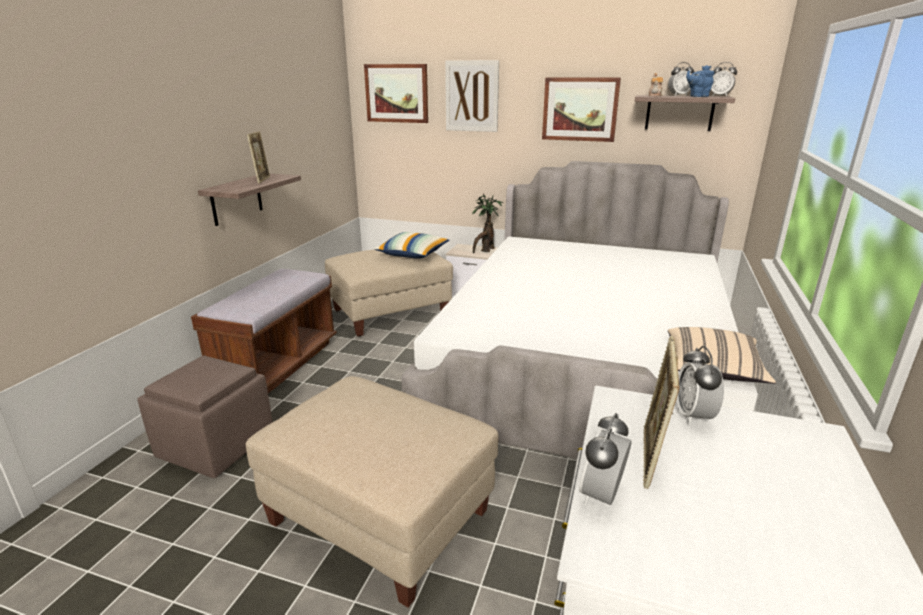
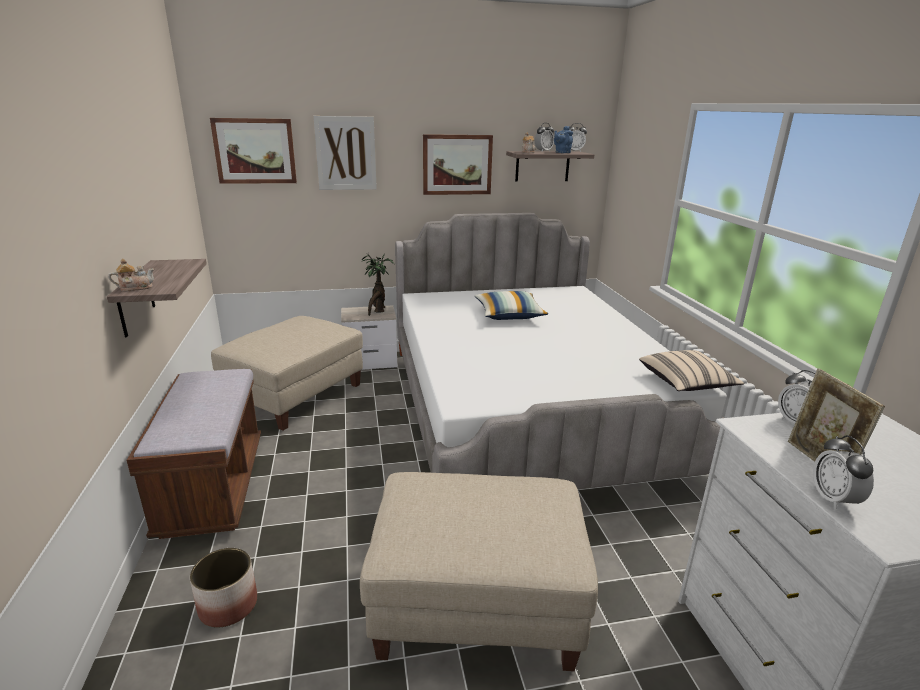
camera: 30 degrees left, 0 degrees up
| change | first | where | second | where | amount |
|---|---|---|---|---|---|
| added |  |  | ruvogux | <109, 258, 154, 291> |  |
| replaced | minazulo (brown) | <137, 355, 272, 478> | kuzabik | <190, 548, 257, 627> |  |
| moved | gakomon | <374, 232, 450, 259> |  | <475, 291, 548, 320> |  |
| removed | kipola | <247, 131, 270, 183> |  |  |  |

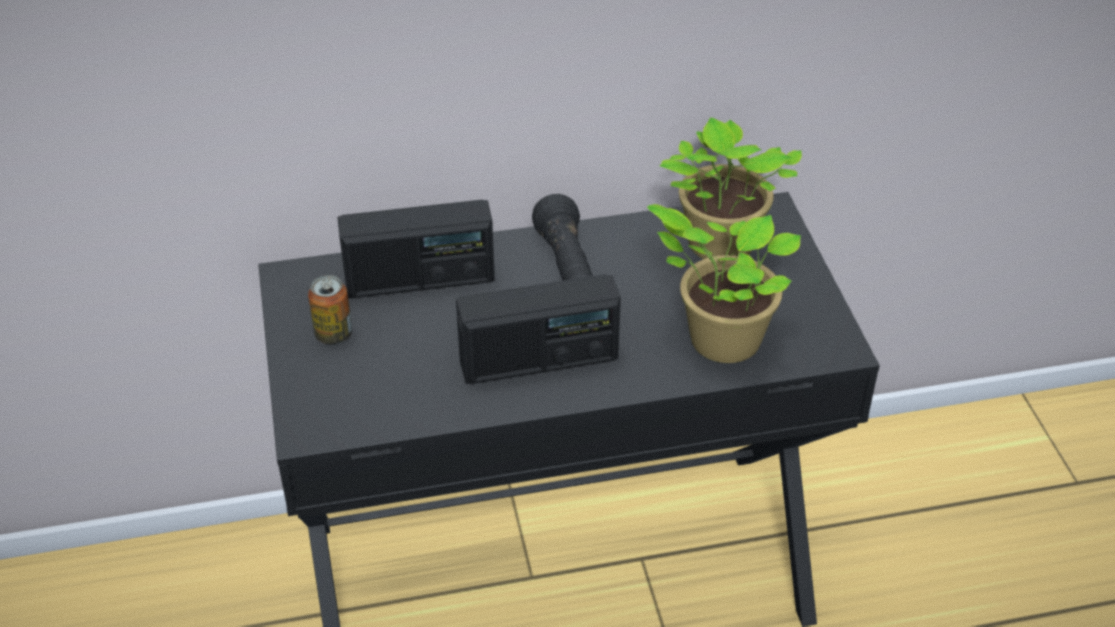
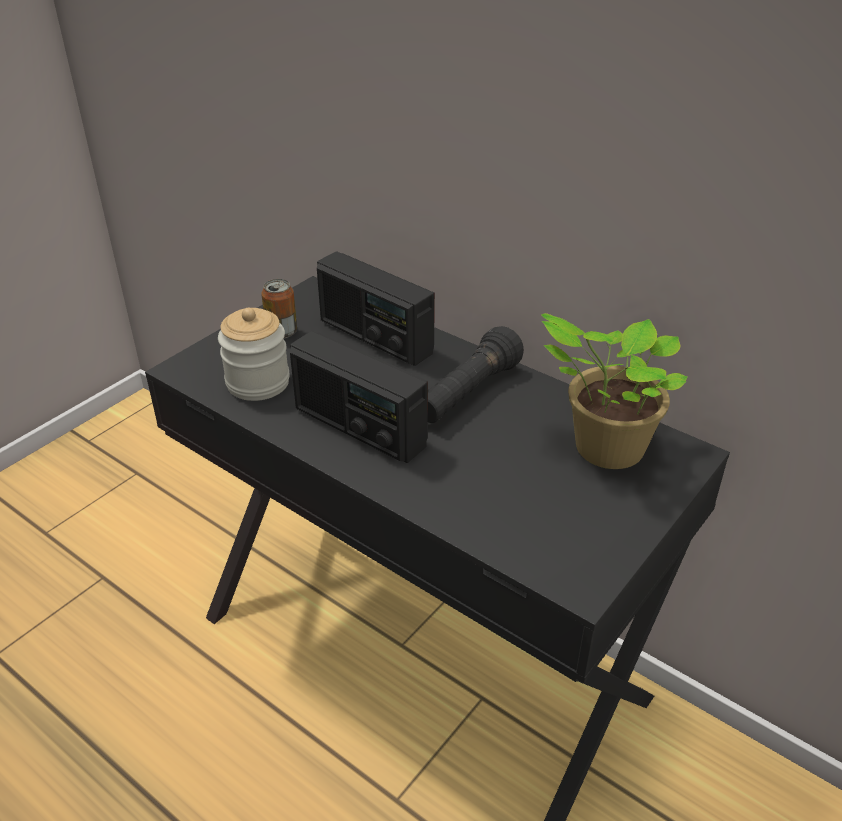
camera: 50 degrees right, 5 degrees down
| change | first | where | second | where | amount |
|---|---|---|---|---|---|
| added |  |  | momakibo | <218, 308, 290, 401> |  |
| removed | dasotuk | <647, 204, 801, 363> |  |  |  |

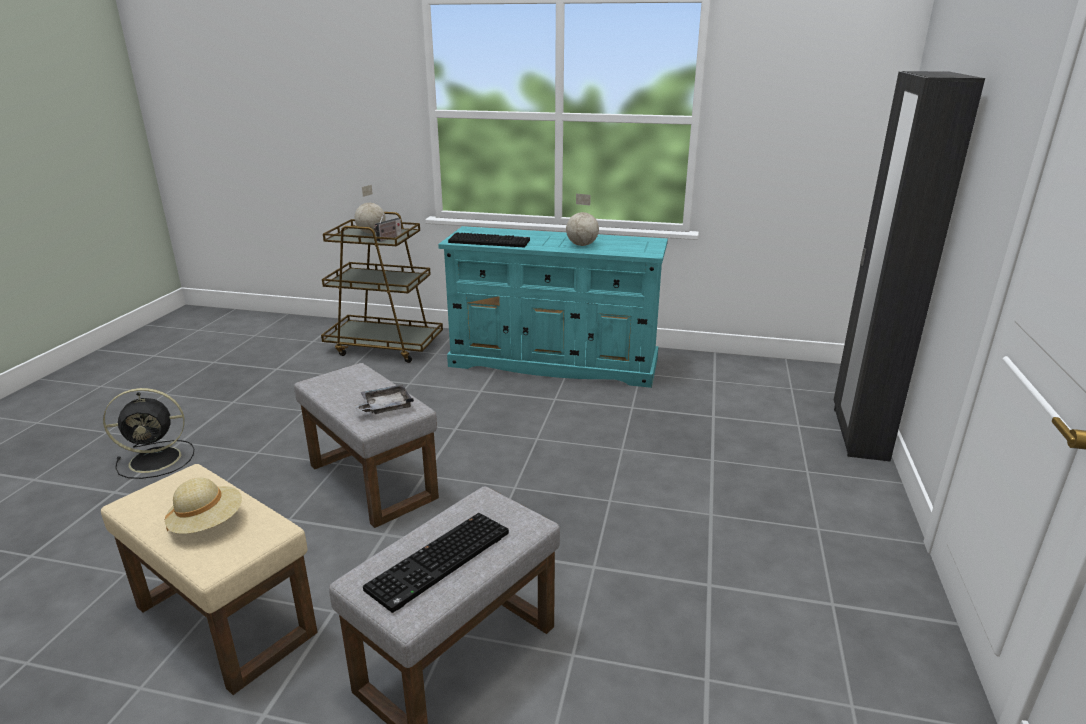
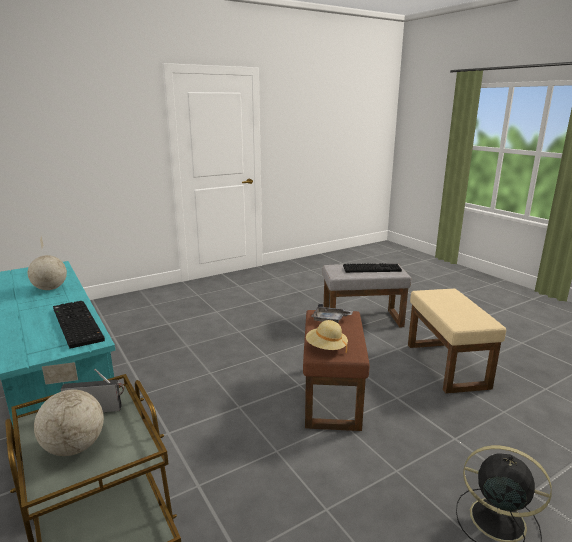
camera: 135 degrees left, 5 degrees down
| change | first | where | second | where | amount |
|---|---|---|---|---|---|
| recoloured | minazulo (grey) | <294, 363, 439, 528> | minazulo (brown) | <303, 310, 370, 431> |  |
| moved | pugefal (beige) | <165, 478, 242, 534> |  | <306, 320, 348, 353> |  |
| removed | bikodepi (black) | <834, 71, 985, 462> |  |  |  |

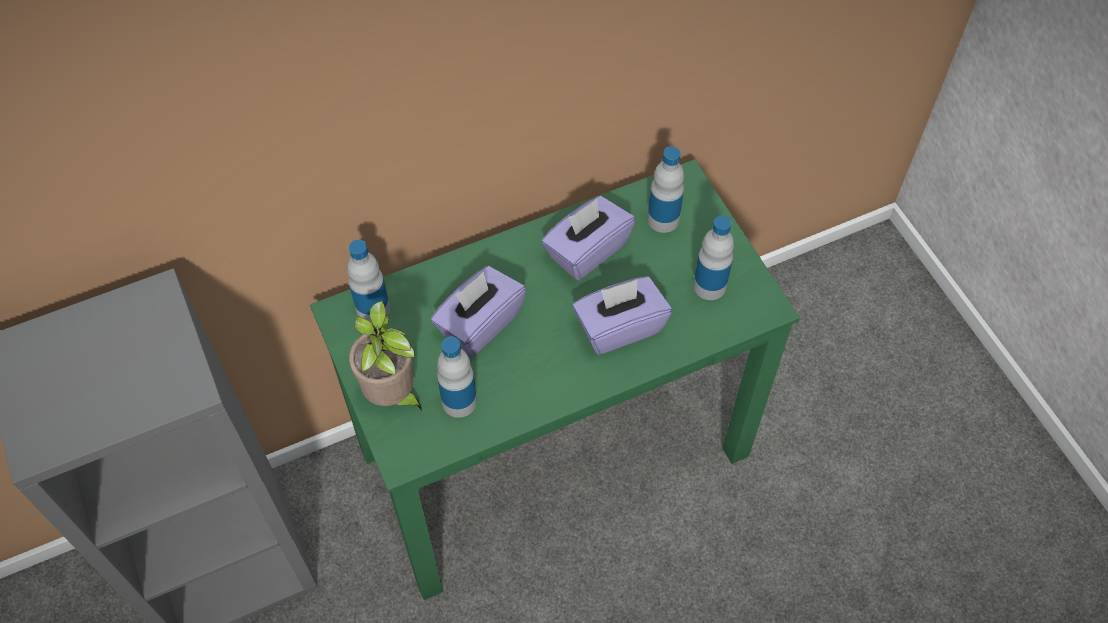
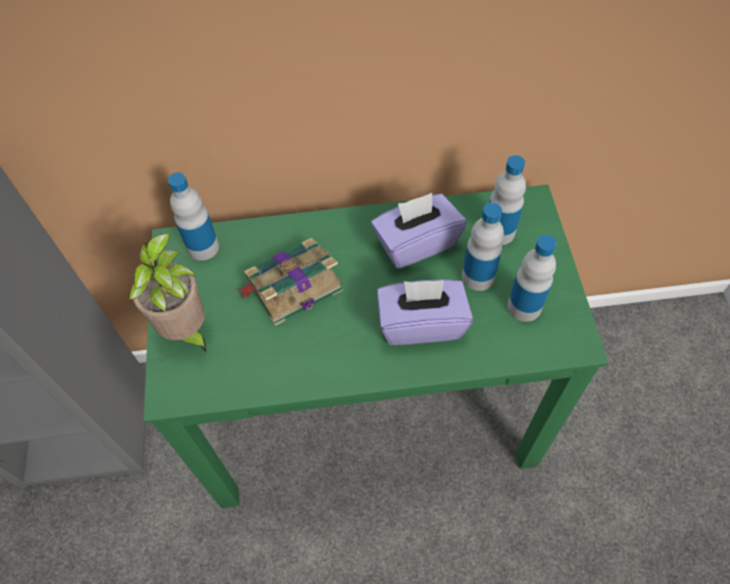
camera: 20 degrees right, 0 degrees up
| change | first | where | second | where | amount |
|---|---|---|---|---|---|
| replaced | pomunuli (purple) | <431, 266, 526, 357> | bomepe | <237, 238, 343, 326> |  |
| moved | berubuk | <437, 337, 477, 418> |  | <462, 203, 504, 291> |  |

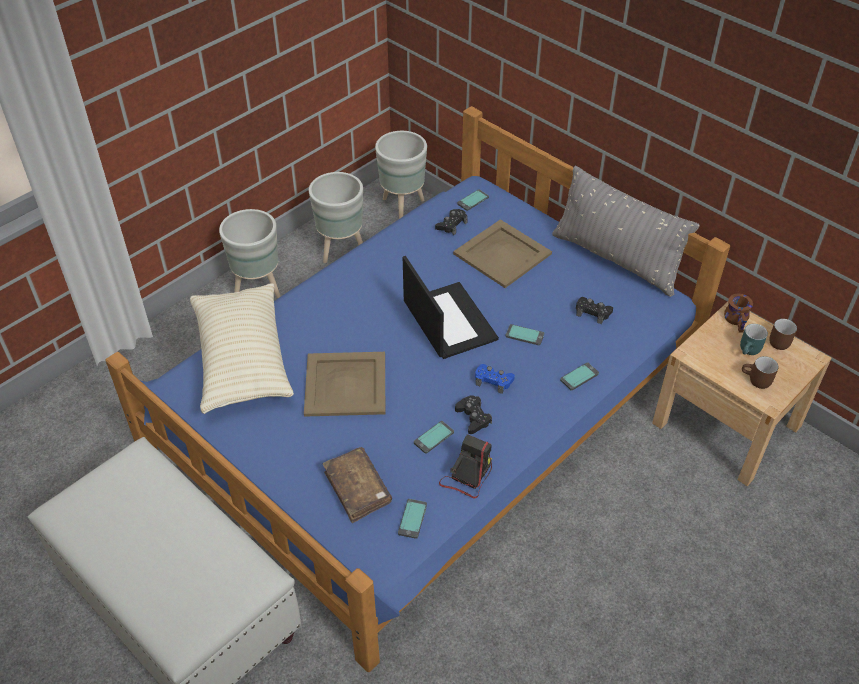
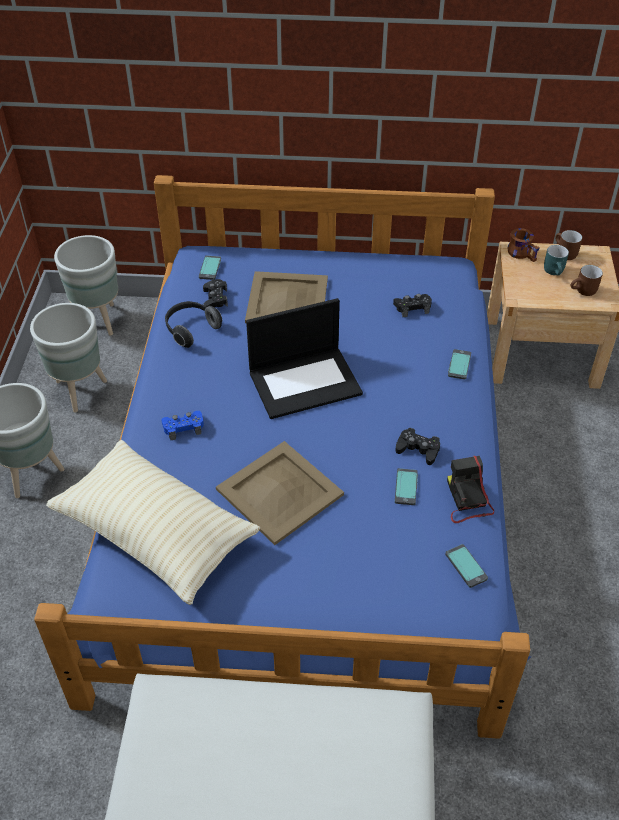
camera: 40 degrees left, 0 degrees up
| change | first | where | second | where | amount |
|---|---|---|---|---|---|
| moved | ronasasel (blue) | <475, 364, 515, 394> |  | <161, 411, 204, 440> |  |
| added |  |  | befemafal | <165, 301, 222, 348> |  |
| turned | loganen | <403, 256, 499, 359> |  | <246, 298, 363, 419> | 135 degrees clockwise |
| removed | bomepe (brown) | <323, 447, 392, 523> |  |  |  |
| removed | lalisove | <506, 324, 544, 345> |  |  |  |
| removed | gakomon (grey) | <552, 166, 700, 297> |  |  |  |

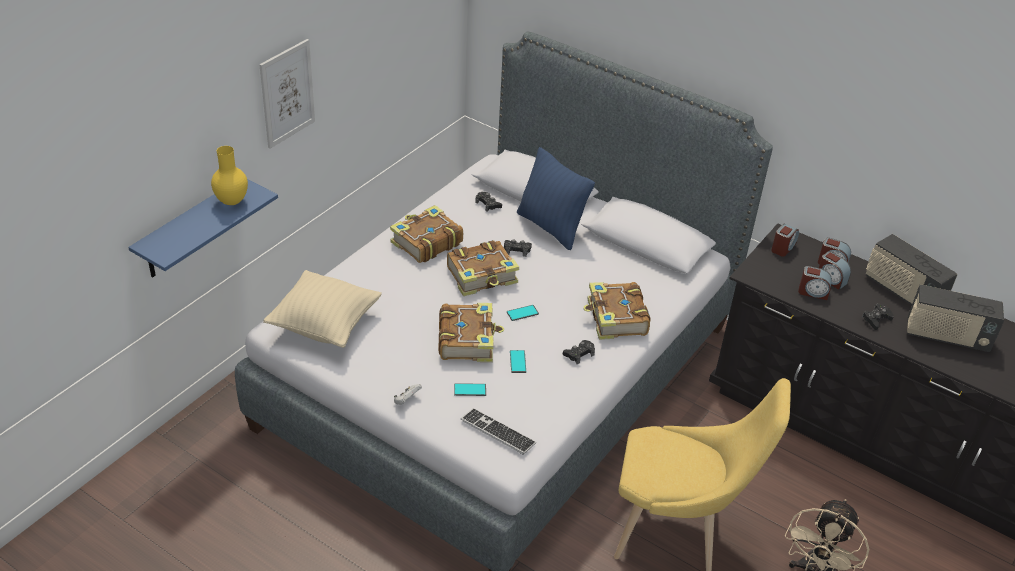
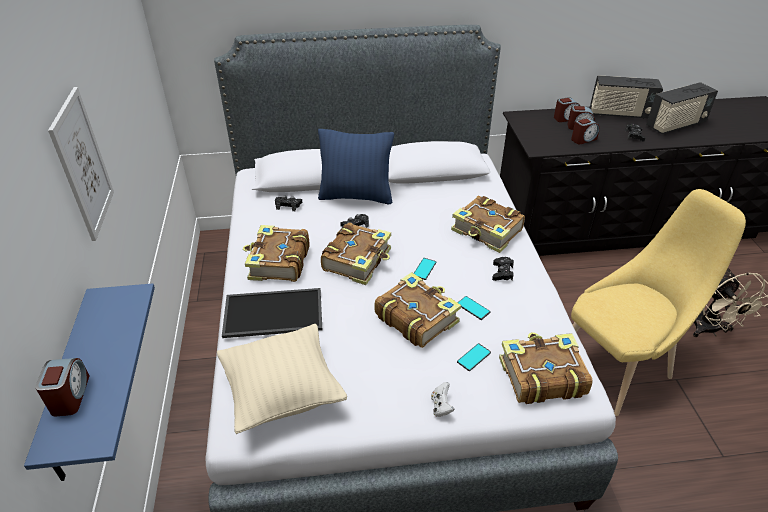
camera: 40 degrees left, 0 degrees up
| change | first | where | second | where | amount |
|---|---|---|---|---|---|
| moved | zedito | <771, 224, 799, 257> |  | <35, 358, 89, 416> |  |
| added |  |  | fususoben | <222, 288, 322, 338> |  |
| replaced | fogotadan | <461, 408, 536, 454> | bomepe | <499, 332, 593, 404> |  |
| removed | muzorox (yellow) | <211, 146, 248, 205> |  |  |  |

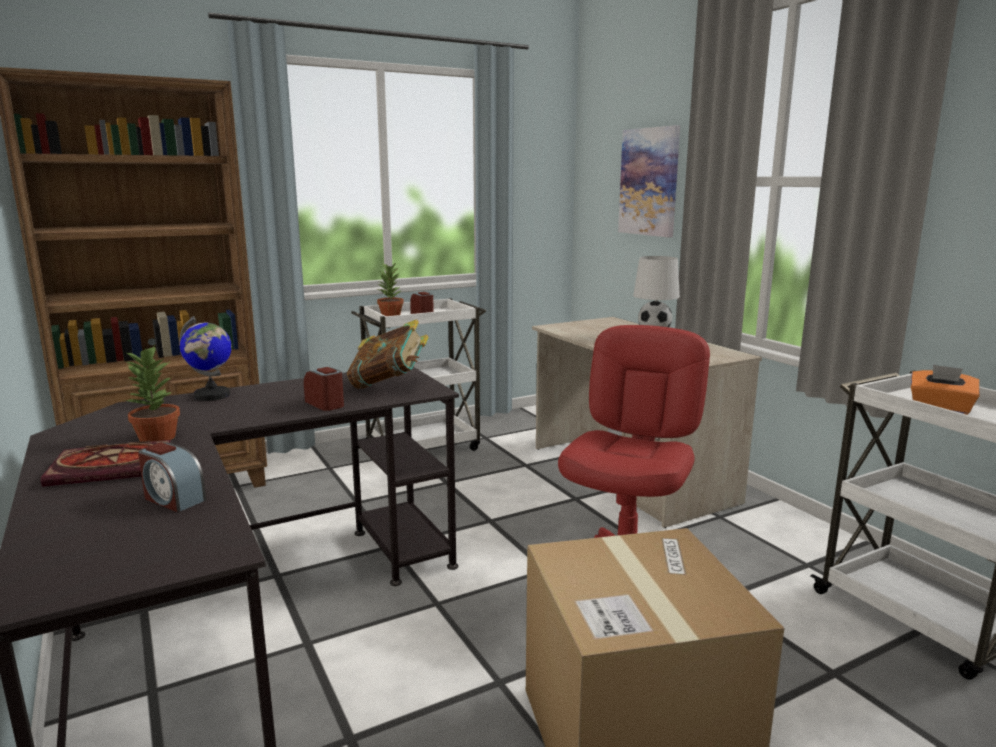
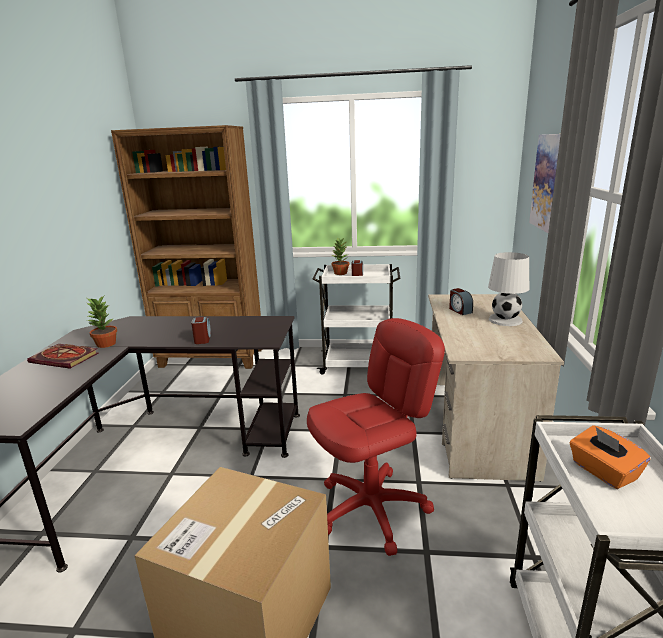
camera: 35 degrees right, 5 degrees up
| change | first | where | second | where | amount |
|---|---|---|---|---|---|
| moved | zedito | <138, 442, 206, 512> |  | <449, 288, 473, 315> |  |
| removed | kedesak | <180, 316, 232, 401> |  |  |  |
| removed | bomepe | <347, 319, 429, 389> |  |  |  |

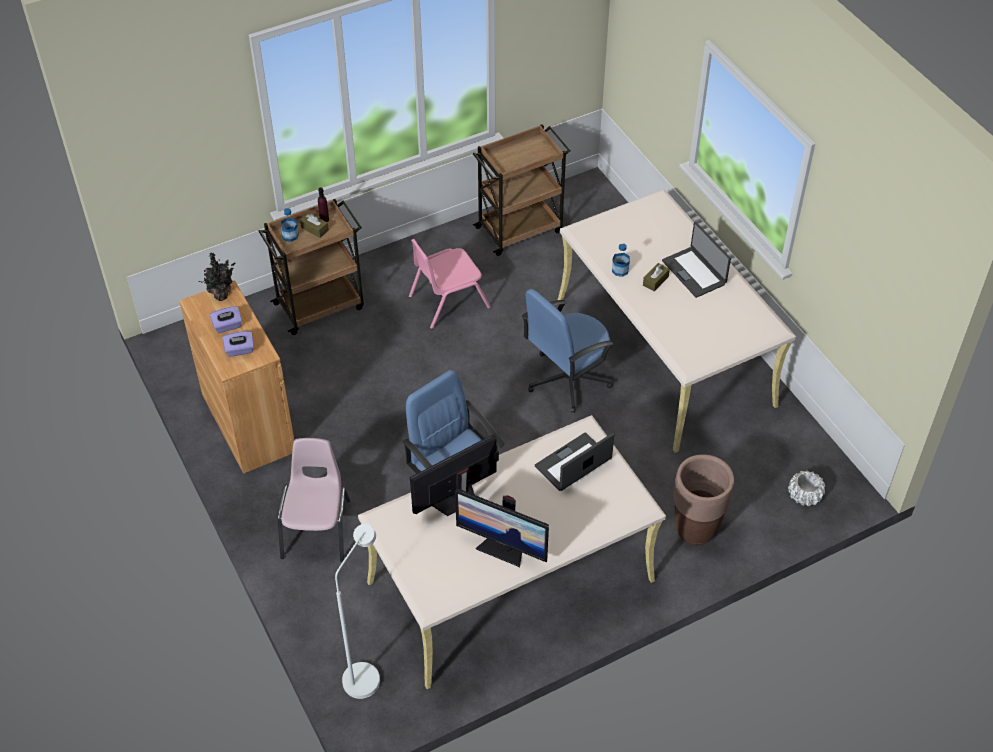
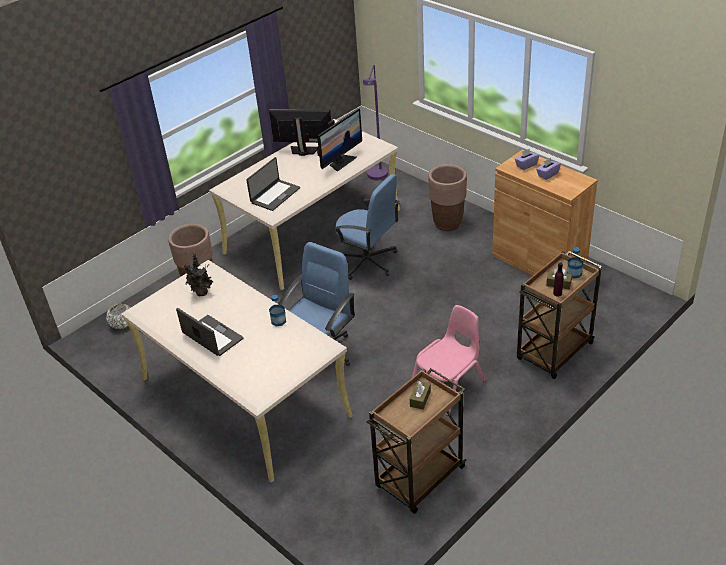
camera: 165 degrees right, 10 degrees down
| change | first | where | second | where | amount |
|---|---|---|---|---|---|
| moved | dasotuk | <199, 252, 235, 301> |  | <184, 253, 213, 296> |  |
| recoloured | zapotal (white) | <335, 524, 380, 699> | zapotal (purple) | <363, 65, 388, 180> |  |
| moved | pomunuli (brown) | <643, 263, 670, 291> |  | <410, 381, 431, 410> |  |
| replaced | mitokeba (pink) | <277, 438, 350, 562> | kuzabik (brown) | <428, 164, 467, 231> |  |

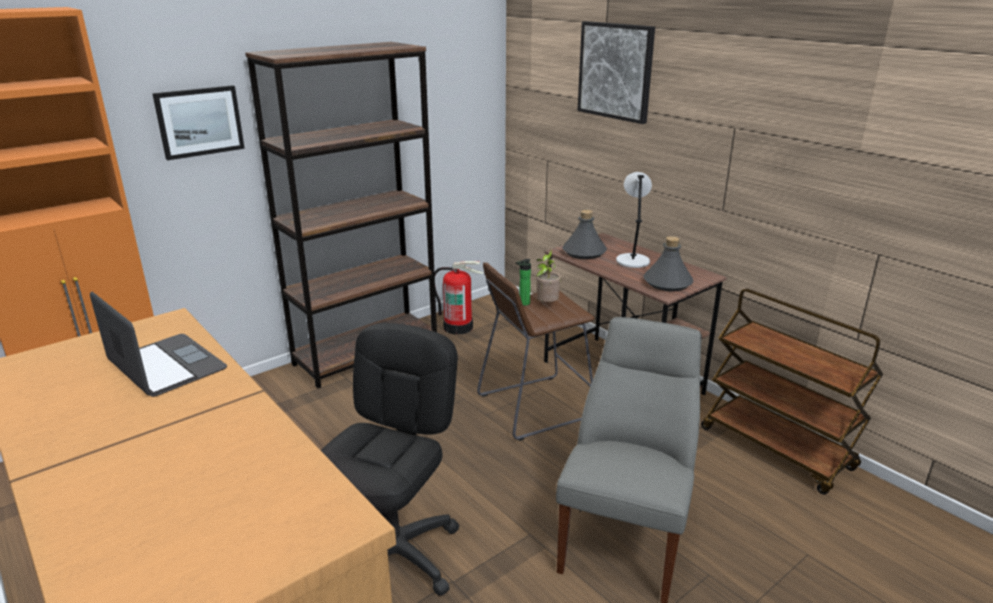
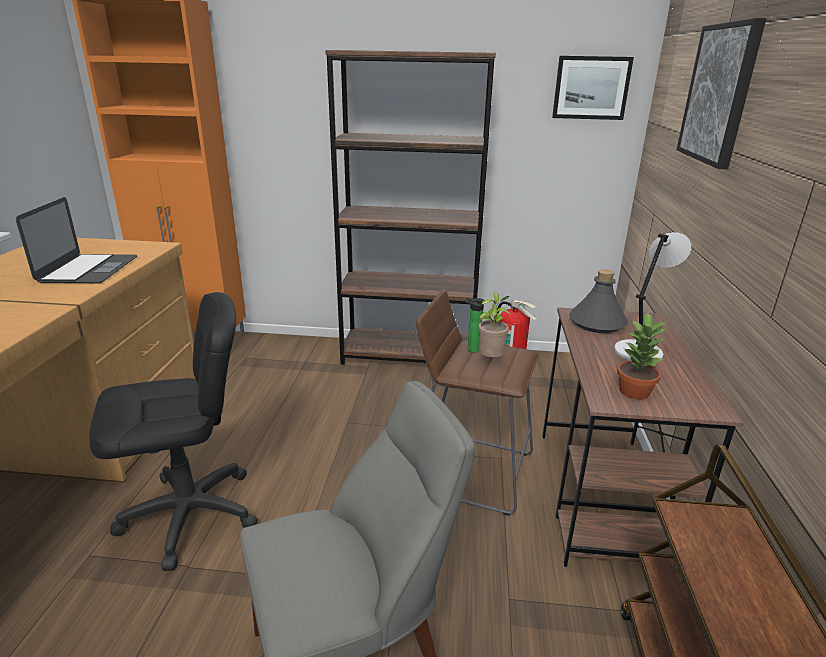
camera: 45 degrees right, 0 degrees up
| change | first | where | second | where | amount |
|---|---|---|---|---|---|
| moved | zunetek | <152, 85, 245, 160> |  | <552, 56, 634, 120> |  |
| replaced | berubuk (grey) | <644, 236, 693, 291> | dasotuk | <617, 312, 667, 400> |  |

